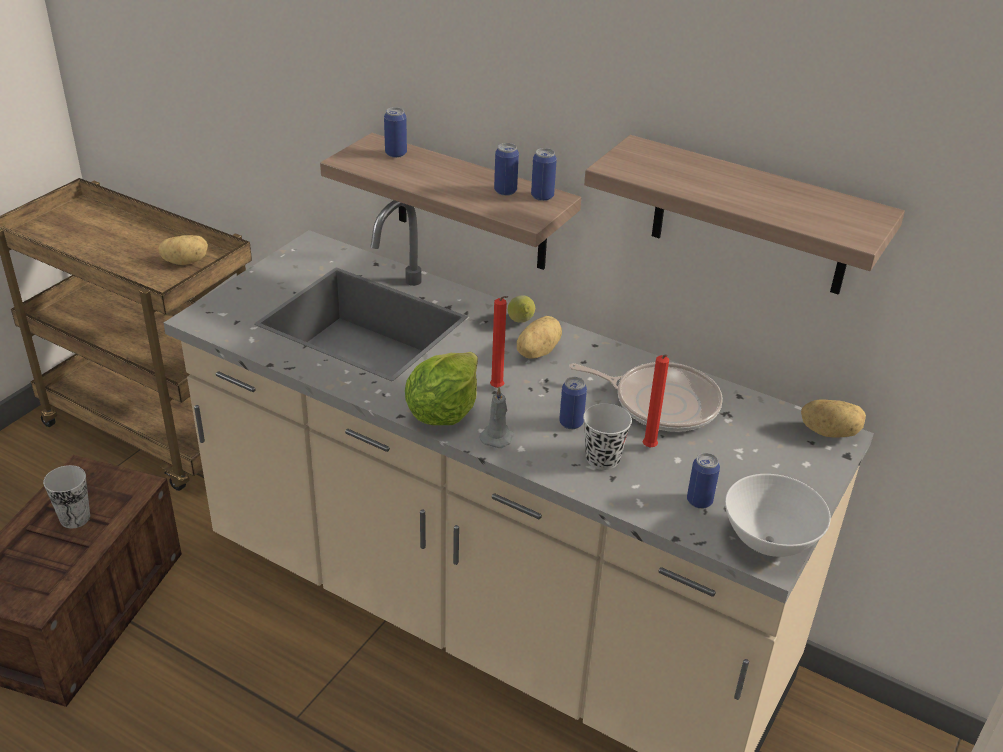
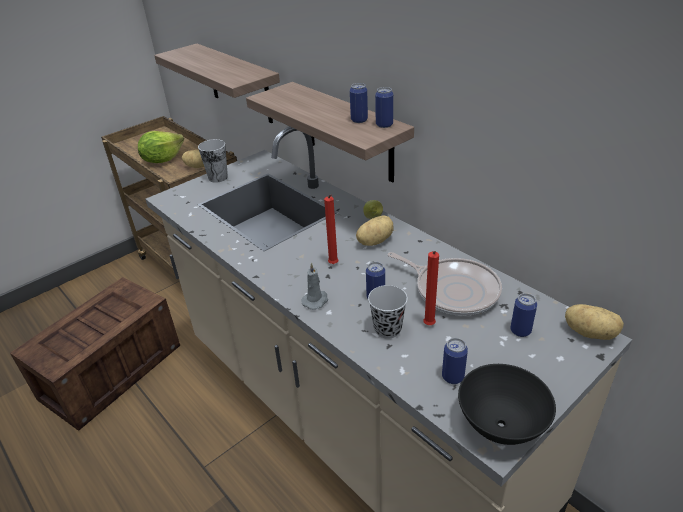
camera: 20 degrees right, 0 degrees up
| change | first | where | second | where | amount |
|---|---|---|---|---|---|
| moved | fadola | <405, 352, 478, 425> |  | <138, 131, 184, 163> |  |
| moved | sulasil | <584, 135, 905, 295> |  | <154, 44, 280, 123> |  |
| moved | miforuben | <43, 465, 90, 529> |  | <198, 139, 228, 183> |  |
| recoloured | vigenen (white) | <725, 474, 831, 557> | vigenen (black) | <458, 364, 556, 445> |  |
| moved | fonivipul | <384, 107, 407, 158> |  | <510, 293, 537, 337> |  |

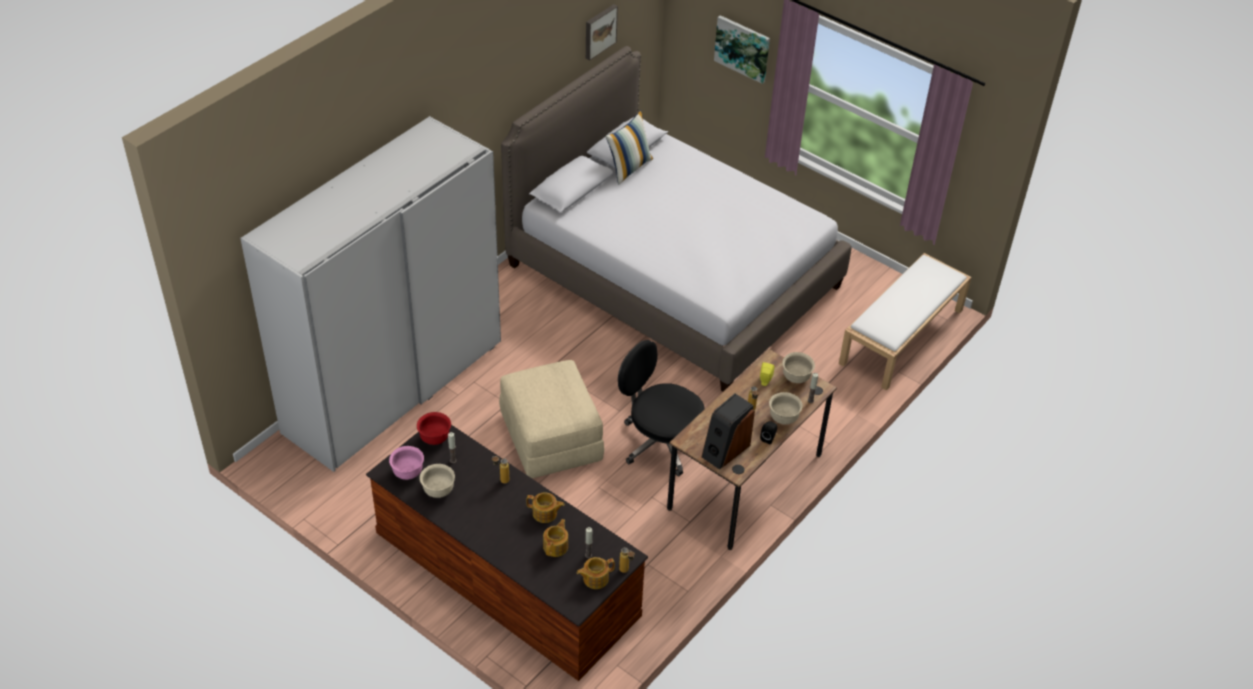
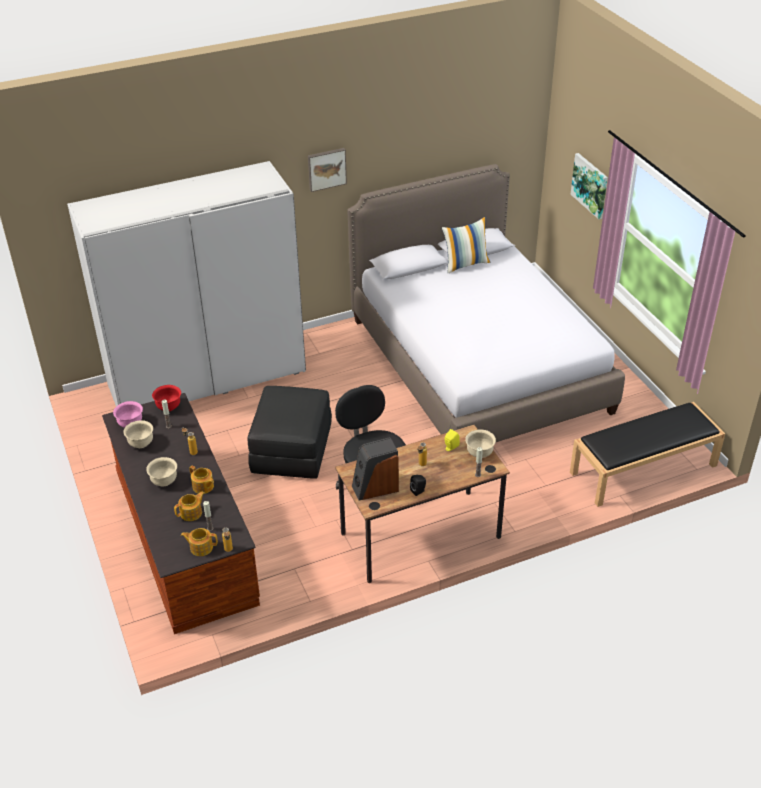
camera: 30 degrees right, 5 degrees down
| change | first | where | second | where | amount |
|---|---|---|---|---|---|
| moved | vigenen (beige) | <769, 392, 803, 424> |  | <146, 457, 177, 486> |  |
| recoloured | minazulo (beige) | <499, 360, 604, 478> | minazulo (black) | <248, 386, 332, 479> |  |
| moved | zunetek | <586, 4, 618, 61> |  | <308, 148, 347, 192> |  |
| recoloured | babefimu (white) | <839, 253, 971, 390> | babefimu (black) | <570, 402, 725, 507> |  |

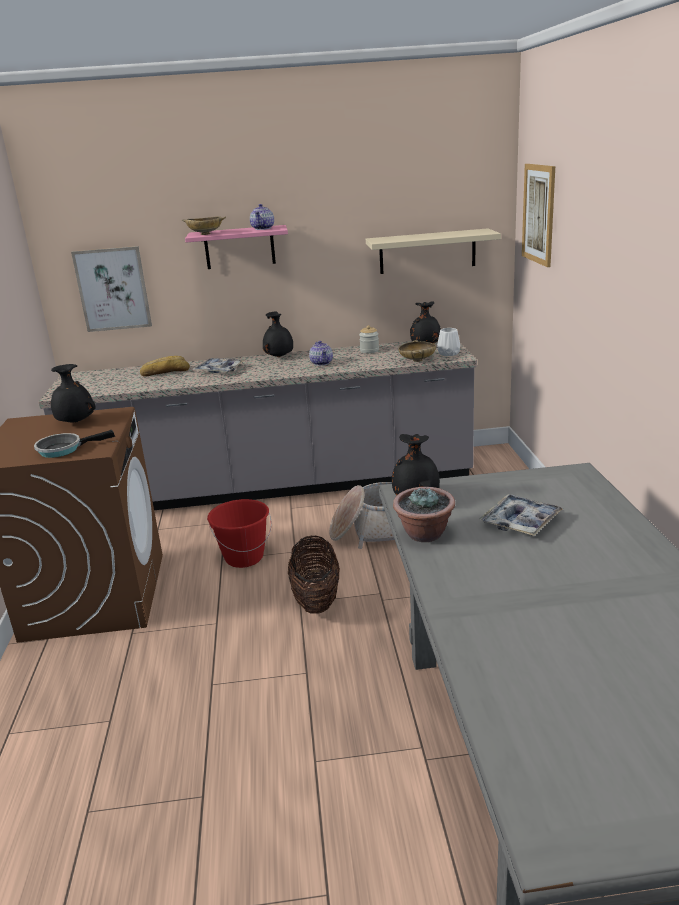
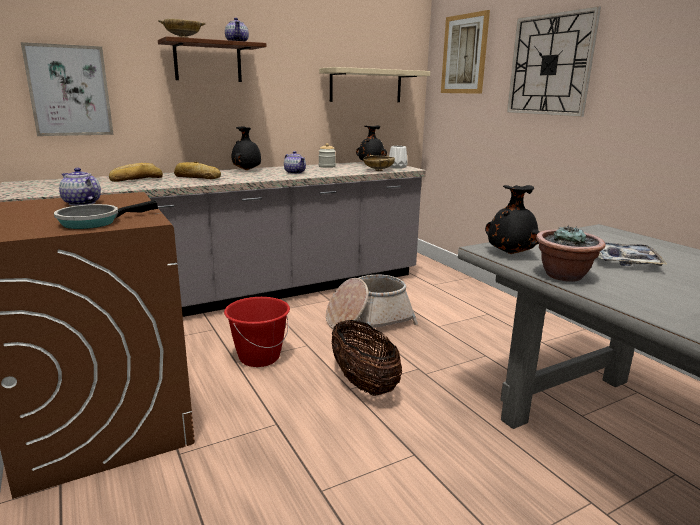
camera: 25 degrees left, 5 degrees down
| change | first | where | second | where | amount |
|---|---|---|---|---|---|
| replaced | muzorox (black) | <51, 364, 95, 423> | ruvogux | <59, 168, 101, 206> |  |
| recoloured | sulasil (pink) | <185, 225, 288, 269> | sulasil (brown) | <158, 36, 266, 82> |  |
| replaced | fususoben | <192, 358, 245, 373> | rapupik | <174, 162, 221, 179> |  |
| added |  |  | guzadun | <507, 6, 601, 117> |  |

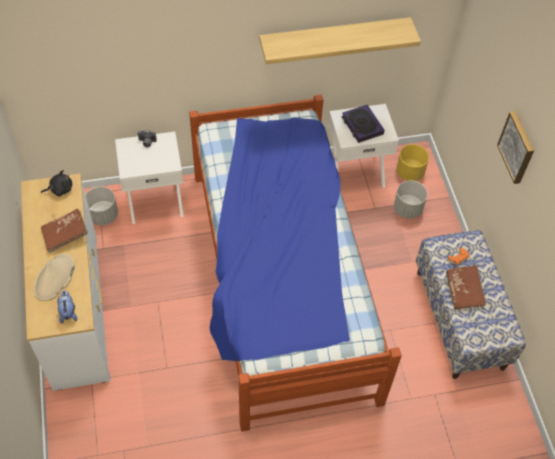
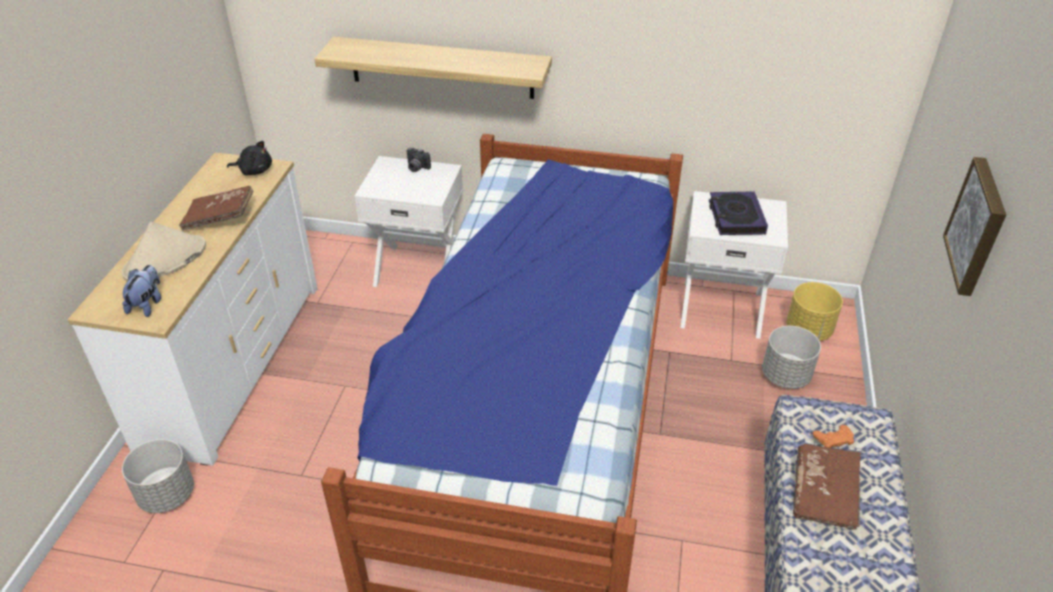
camera: 25 degrees right, 15 degrees down
| change | first | where | second | where | amount |
|---|---|---|---|---|---|
| moved | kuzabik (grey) | <85, 187, 118, 225> |  | <122, 439, 194, 513> |  |
| moved | sulasil | <259, 17, 421, 64> |  | <314, 37, 552, 99> |  |

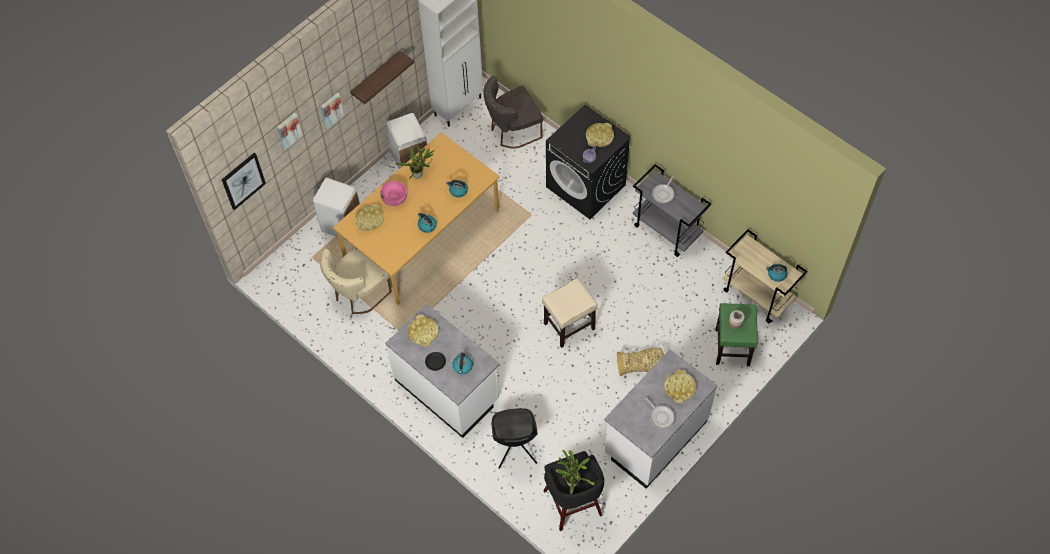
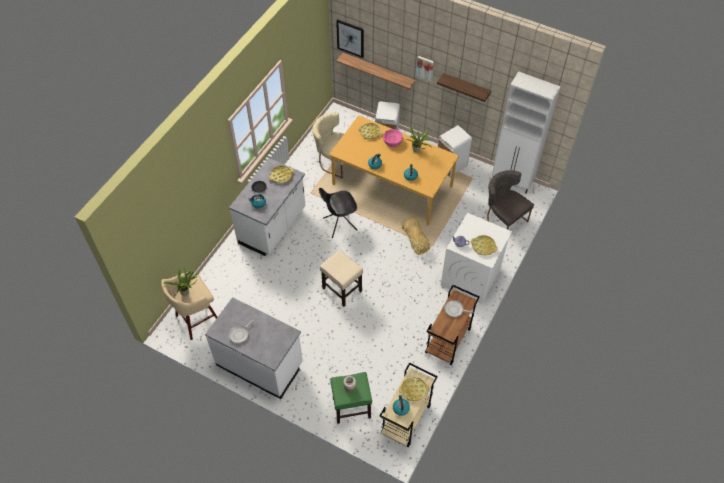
camera: 75 degrees right, 5 degrees down
| change | first | where | second | where | amount |
|---|---|---|---|---|---|
| recoloured | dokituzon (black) | <543, 451, 604, 531> | dokituzon (beige) | <161, 272, 217, 340> |  |
| moved | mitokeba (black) | <492, 408, 538, 469> |  | <319, 188, 357, 238> |  |
| added |  |  | sulasil | <336, 53, 416, 90> |  |
| moved | fususoben (yellow) | <664, 369, 696, 403> |  | <399, 377, 429, 401> |  |
| moved | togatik | <617, 348, 664, 376> |  | <402, 219, 430, 255> |  |
| recoloured | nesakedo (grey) | <633, 164, 711, 257> | nesakedo (brown) | <425, 285, 480, 365> |  |
| recoloured | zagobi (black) | <546, 105, 631, 219> | zagobi (white) | <441, 213, 512, 304> |  |
| removed | zunetek | <277, 113, 303, 150> |  |  |  |

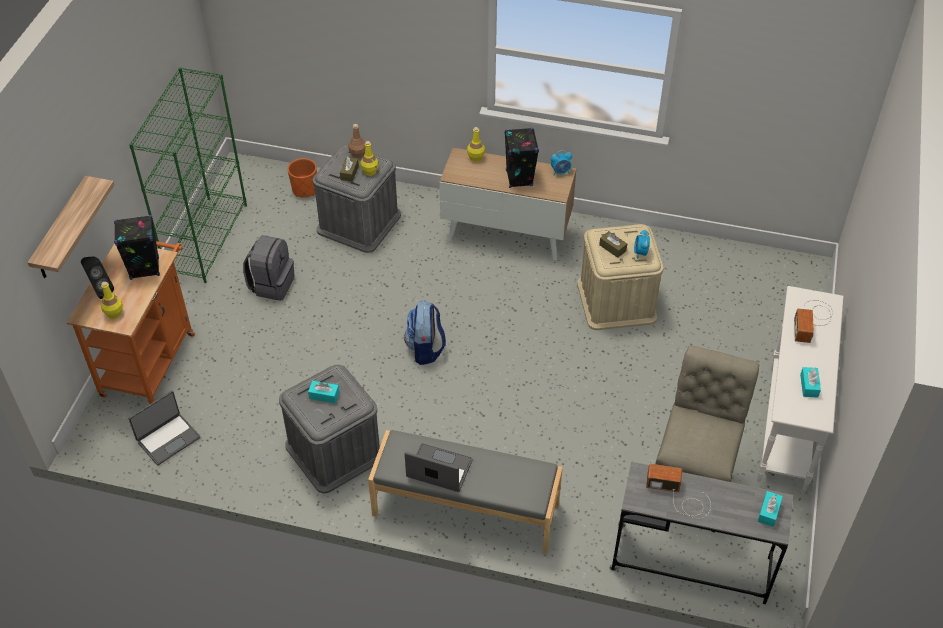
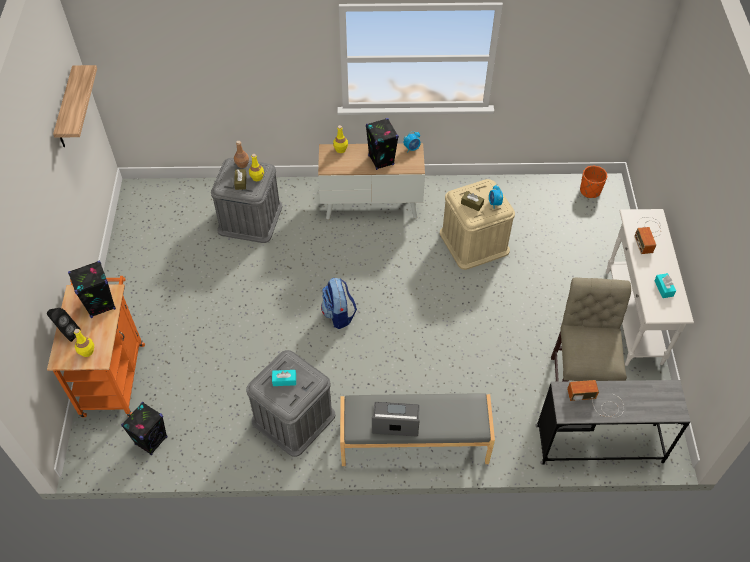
camera: 15 degrees left, 5 degrees up
| change | first | where | second | where | amount |
|---|---|---|---|---|---|
| moved | sulasil | <28, 176, 114, 278> |  | <53, 65, 97, 147> |  |
| replaced | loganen | <129, 391, 200, 465> | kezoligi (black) | <121, 402, 168, 455> |  |
| moved | kuzabik (orange) | <288, 158, 317, 197> |  | <580, 166, 607, 198> |  |
| removed | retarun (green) | <129, 67, 247, 283> |  |  |  |
| removed | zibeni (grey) | <243, 235, 295, 301> |  |  |  |
| removed | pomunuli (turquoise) | <758, 491, 783, 527> |  |  |  |

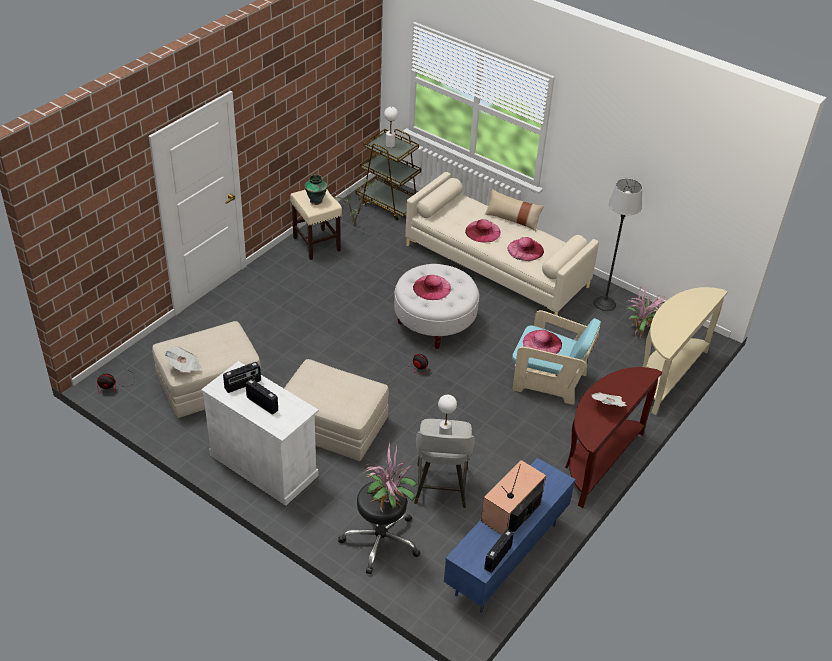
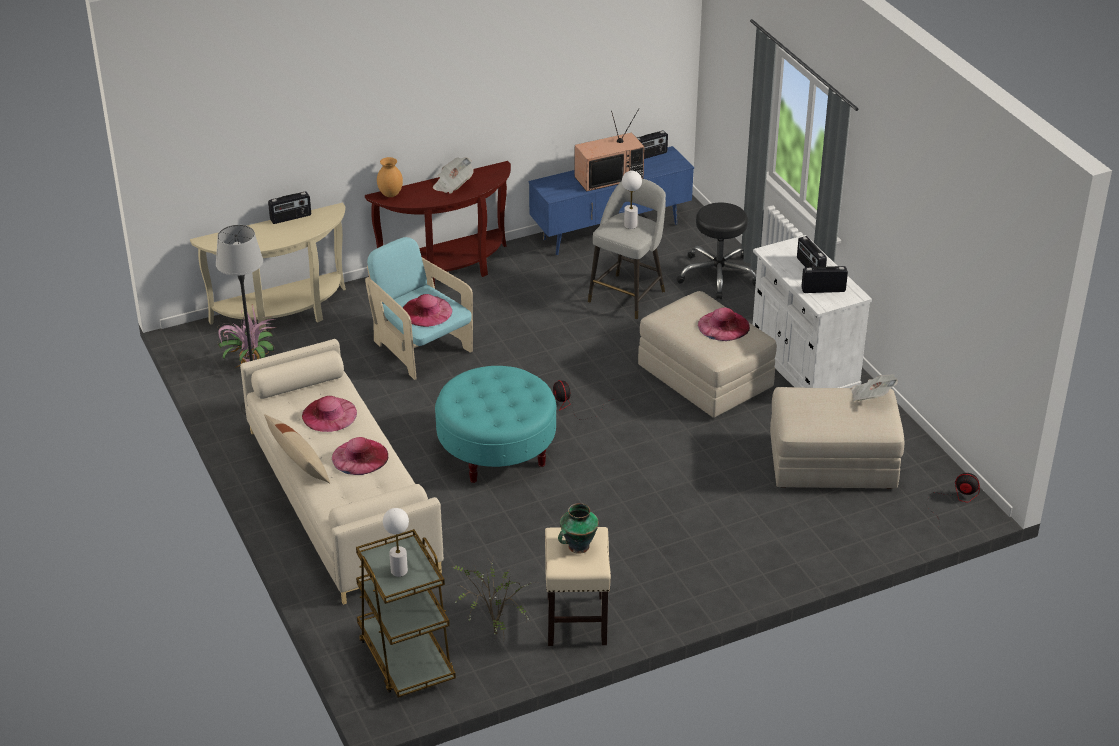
camera: 150 degrees left, 5 degrees down
| change | first | where | second | where | amount |
|---|---|---|---|---|---|
| added |  |  | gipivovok | <268, 191, 311, 224> |  |
| added |  |  | muzorox (brown) | <377, 157, 403, 197> |  |
| recoloured | minazulo (white) | <394, 264, 479, 349> | minazulo (turquoise) | <435, 366, 557, 483> |  |
| moved | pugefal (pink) | <413, 275, 451, 300> |  | <698, 308, 750, 341> |  |
| removed | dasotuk | <362, 442, 418, 513> |  |  |  |

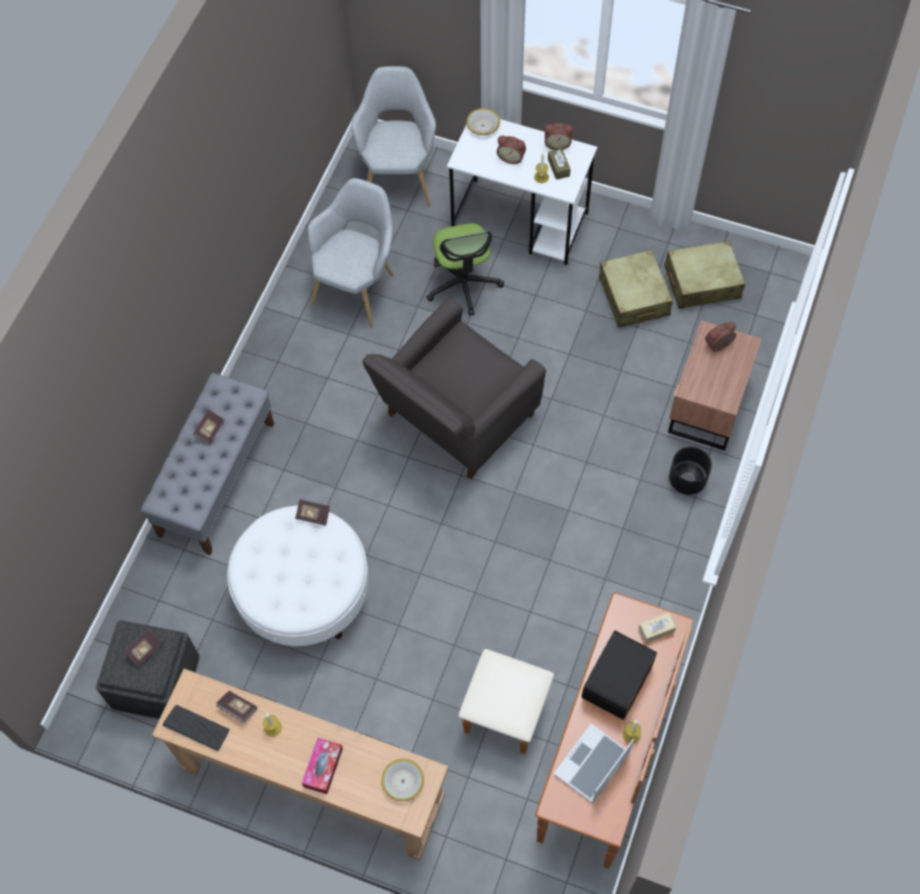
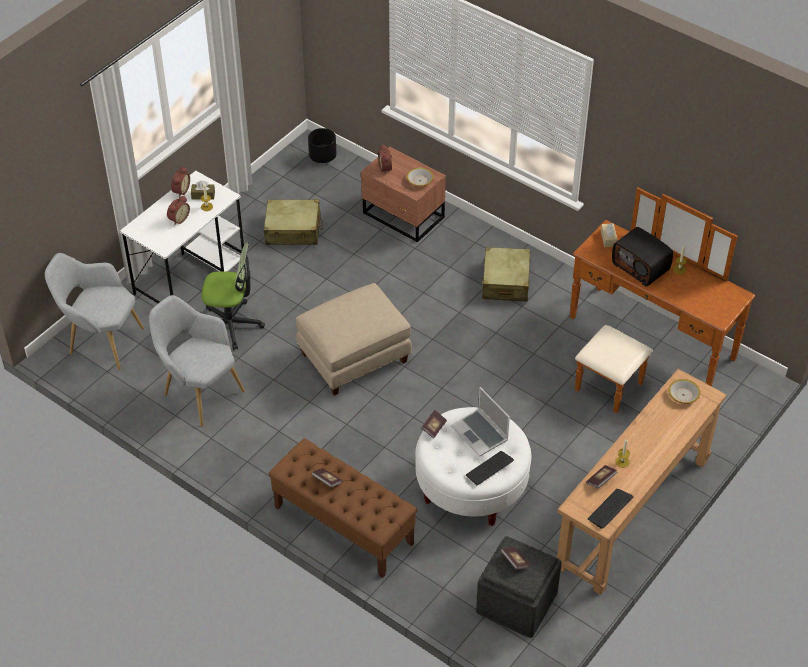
camera: 75 degrees left, 15 degrees down
| change | first | where | second | where | amount |
|---|---|---|---|---|---|
| recoloured | babefimu (grey) | <141, 373, 274, 555> | babefimu (brown) | <269, 438, 417, 578> |  |
| replaced | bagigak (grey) | <363, 298, 546, 479> | minazulo (beige) | <296, 283, 412, 396> |  |
| moved | kuzabik (black) | <669, 447, 712, 495> |  | <308, 128, 337, 163> |  |
| moved | vigenen | <466, 108, 500, 135> |  | <407, 168, 434, 186> |  |
| moved | loganen | <554, 724, 634, 804> |  | <451, 387, 510, 457> |  |
| added |  |  | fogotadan | <466, 451, 514, 485> |  |
| moved | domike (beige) | <665, 241, 745, 309> |  | <482, 247, 531, 301> |  |
| removed | pomunuli | <302, 738, 343, 794> |  |  |  |

